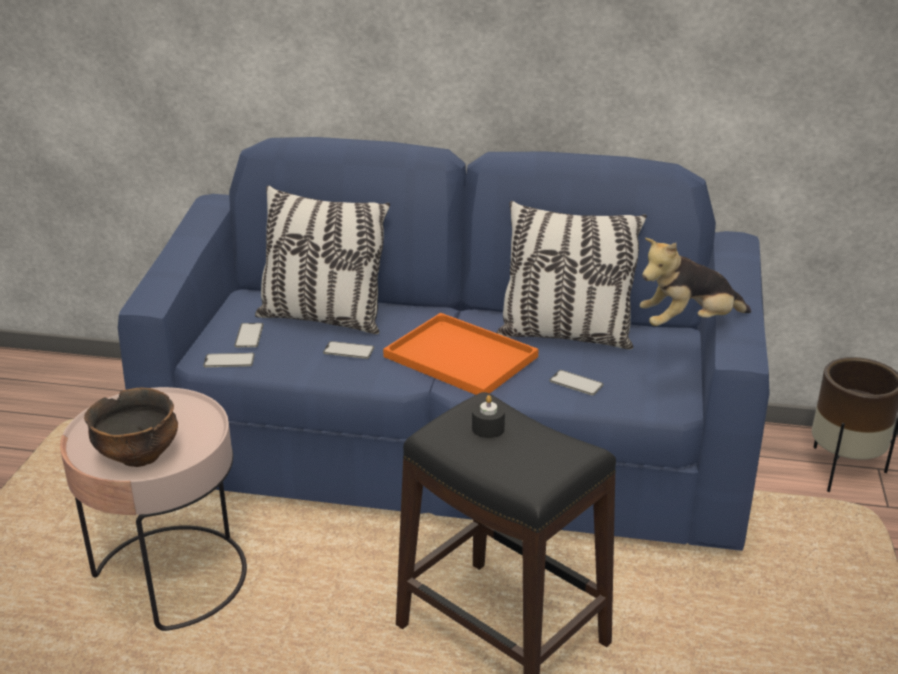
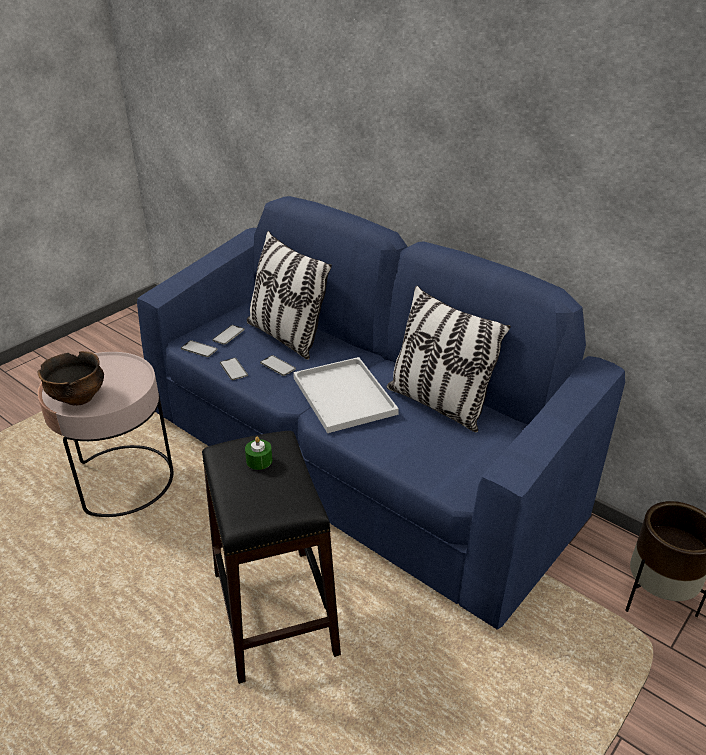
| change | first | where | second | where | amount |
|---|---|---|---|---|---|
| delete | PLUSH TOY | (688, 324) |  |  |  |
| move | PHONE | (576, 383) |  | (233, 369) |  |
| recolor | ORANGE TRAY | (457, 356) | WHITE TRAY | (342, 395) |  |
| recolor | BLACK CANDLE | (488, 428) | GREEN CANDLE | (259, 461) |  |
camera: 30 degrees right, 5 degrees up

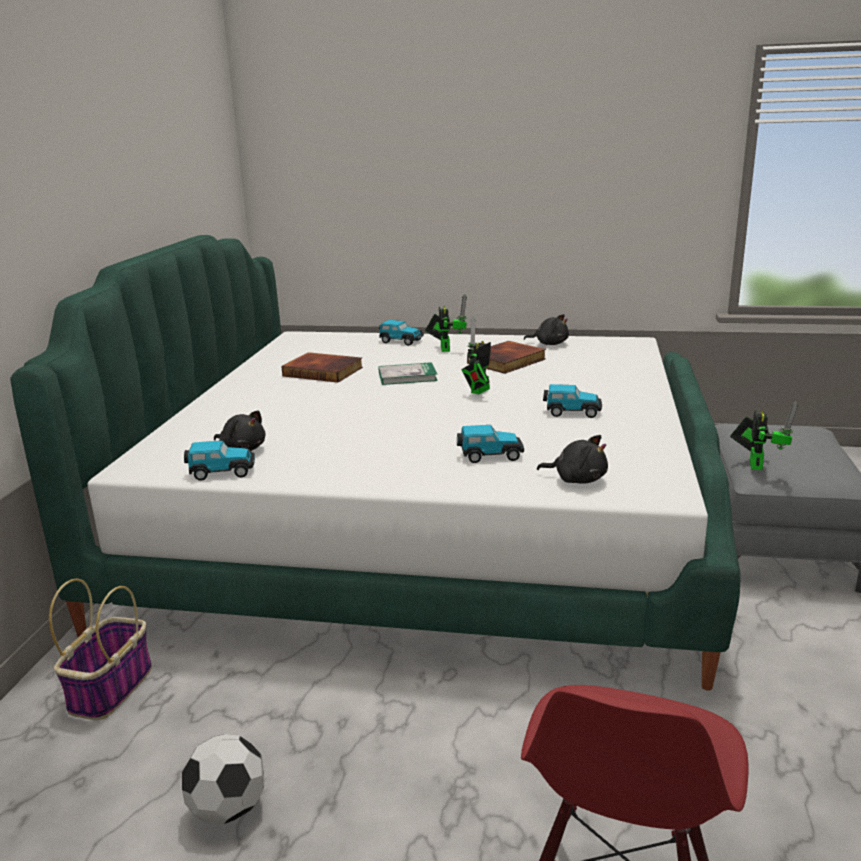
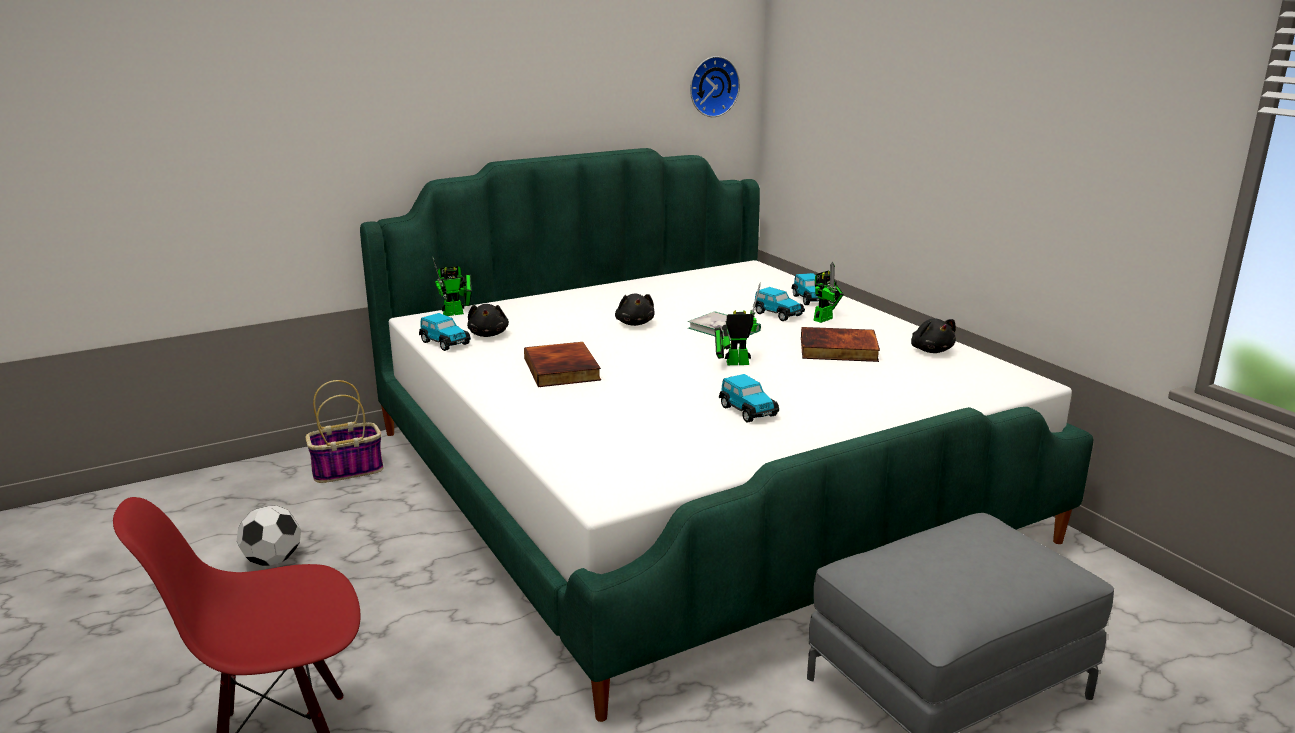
| change | first | where | second | where | amount |
|---|---|---|---|---|---|
| insert |  |  | WALL CLOCK | (712, 86) |  |
| move | BOOK | (324, 371) |  | (563, 369) |  |
| move | TOY CAR | (489, 455) |  | (777, 314) |  |
| move | BLACK PLUSH TOY | (577, 479) |  | (635, 323) |  |
| move | TOY ROBOT | (755, 463) |  | (456, 313) |  |
camera: 50 degrees right, 0 degrees up

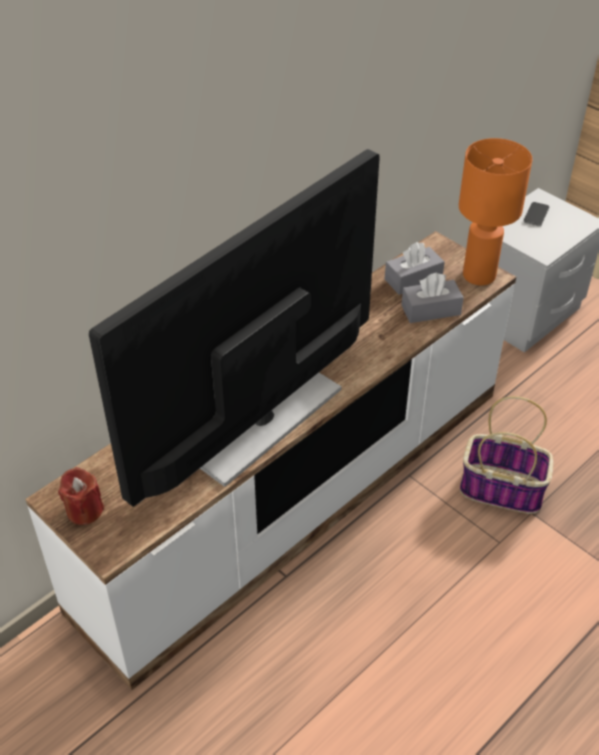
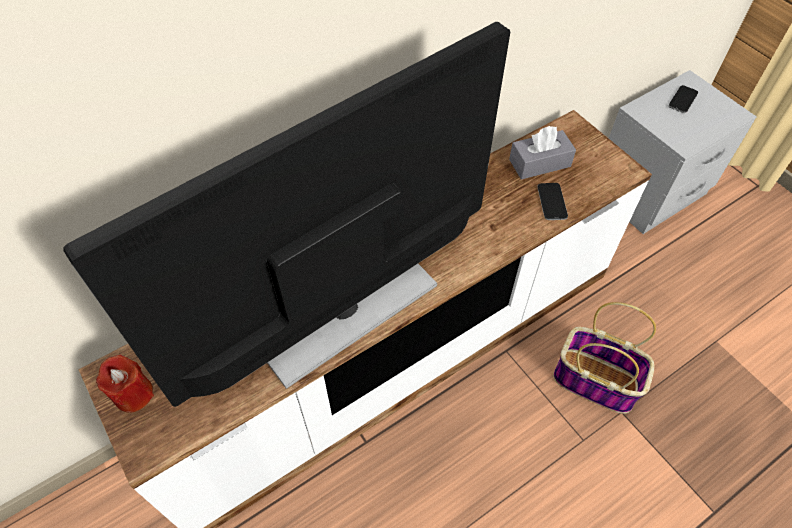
| change | first | where | second | where | amount |
|---|---|---|---|---|---|
| delete | ORANGE TABLE LAMP | (480, 275) |  |  |  |
| replace | GREY TISSUE BOX | (430, 310) | PHONE | (552, 202) |  |
camera: 10 degrees right, 10 degrees up

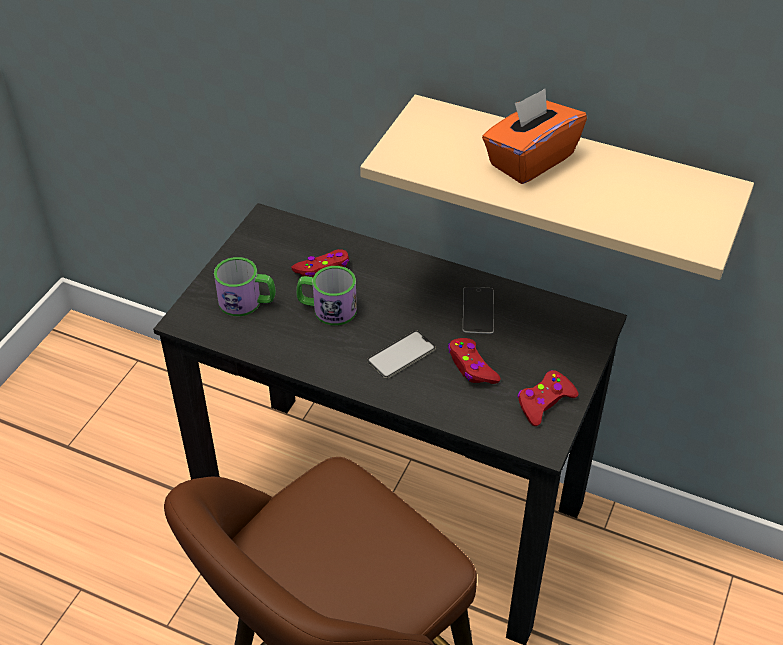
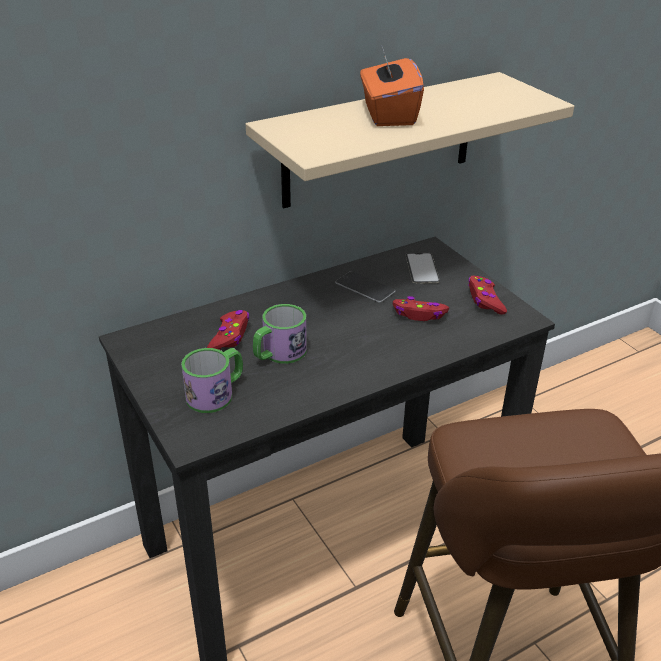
| change | first | where | second | where | amount |
|---|---|---|---|---|---|
| move | PHONE | (401, 355) |  | (422, 268) |  |
camera: 55 degrees left, 10 degrees down

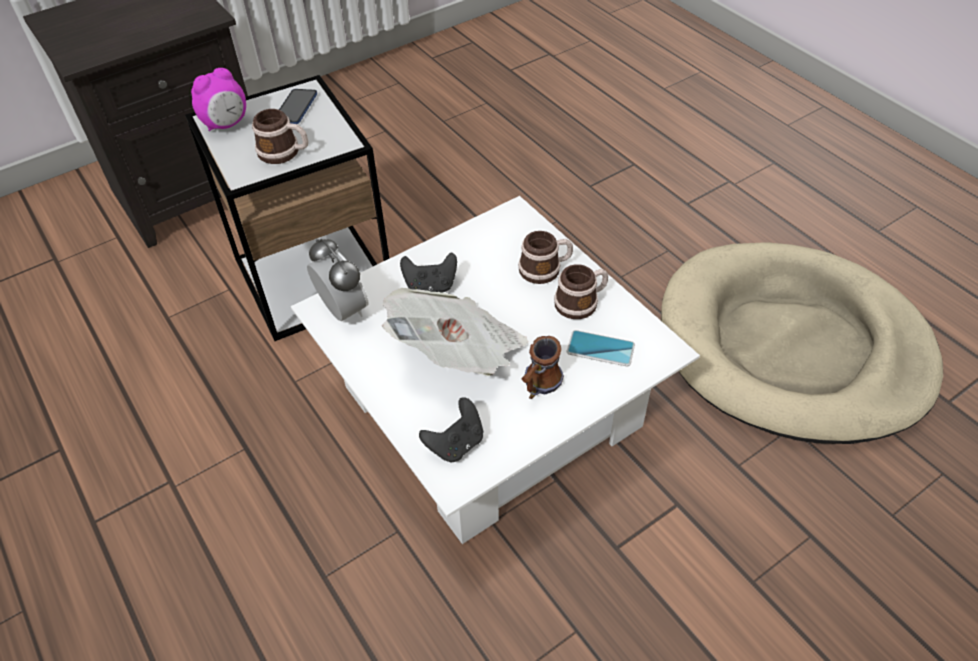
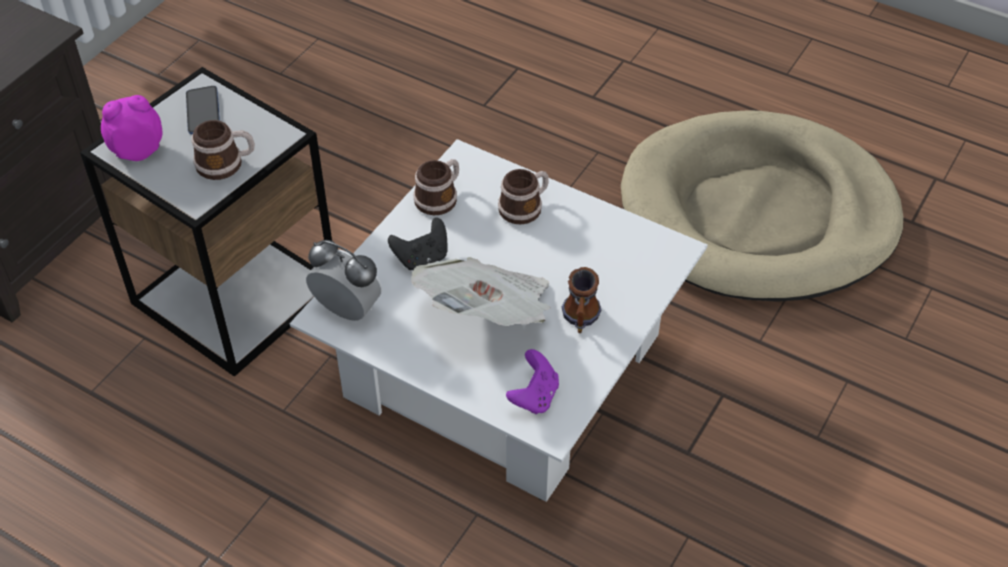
| change | first | where | second | where | amount |
|---|---|---|---|---|---|
| delete | PHONE | (600, 349) |  |  |  |
| move | MUG | (581, 302) |  | (440, 197) |  |
| recolor | BLACK GAME CONTROLLER | (456, 444) | PURPLE GAME CONTROLLER | (534, 396) |  |
| rotate | ALARM CLOCK | (226, 124) |  | (138, 150) | 135 degrees counterclockwise |
camera: 25 degrees left, 0 degrees up

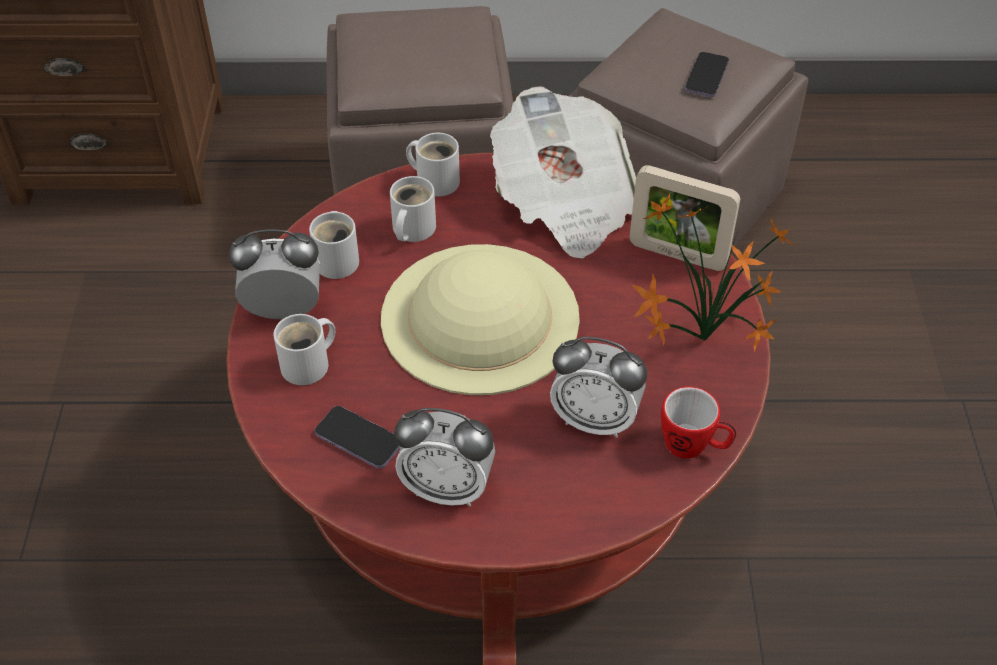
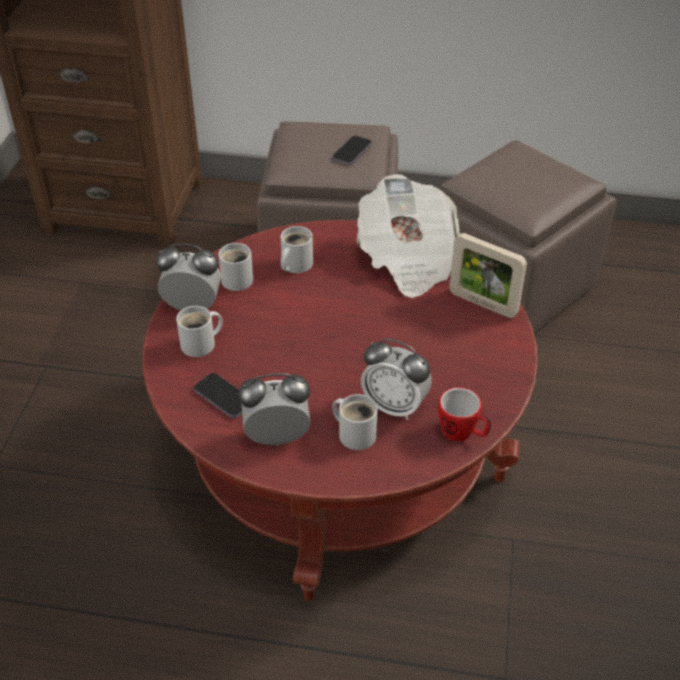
| change | first | where | second | where | amount |
|---|---|---|---|---|---|
| delete | BEIGE HAT | (480, 317) |  |  |  |
| delete | POTTED PLANT | (699, 341) |  |  |  |
| move | WHITE MUG | (435, 179) |  | (355, 433) |  |
| move | PHONE | (706, 76) |  | (352, 151) |  |
| rotate | ALARM CLOCK | (447, 488) |  | (277, 437) | 150 degrees clockwise |
camera: 10 degrees right, 5 degrees down

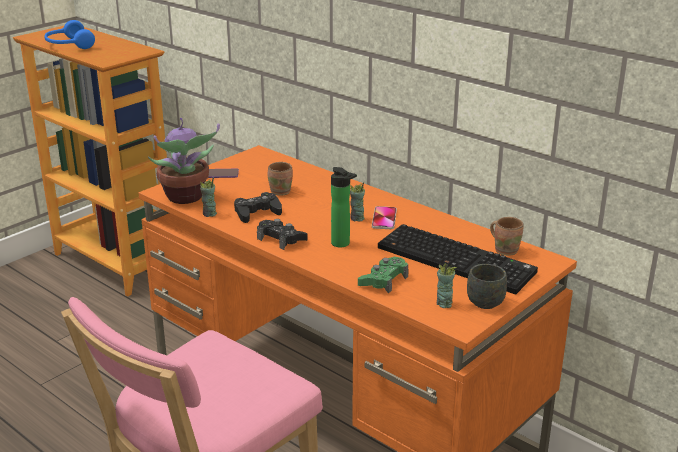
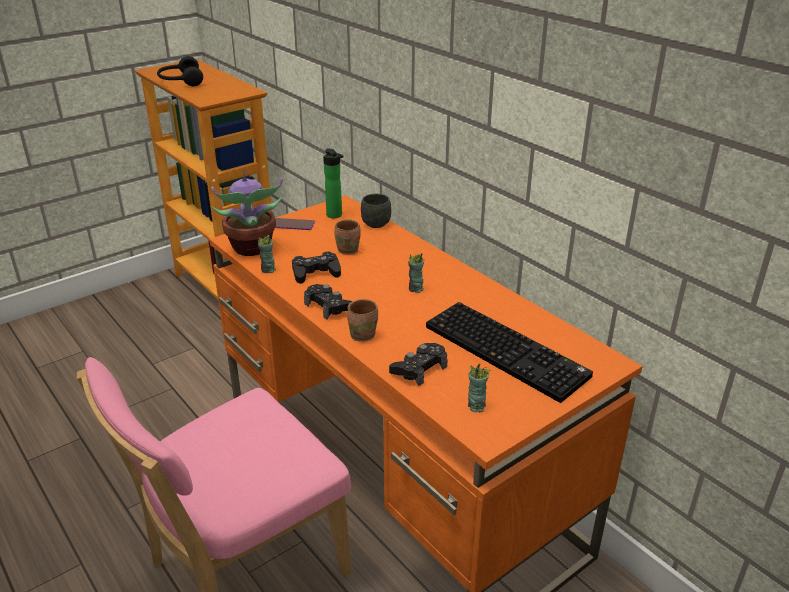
| change | first | where | second | where | amount |
|---|---|---|---|---|---|
| delete | PHONE | (384, 219) |  |  |  |
| move | BOTTLE | (342, 244) |  | (335, 216) |  |
| move | GREY MUG | (482, 300) |  | (375, 222) |  |
| move | BROWN MUG | (505, 250) |  | (362, 334) |  |
| recolor | BLUE HEADPHONES | (68, 45) | BLACK HEADPHONES | (180, 81) |  |
| recolor | GREEN GAME CONTROLLER | (383, 280) | BLACK GAME CONTROLLER | (419, 368) |  |
camera: 10 degrees right, 5 degrees up

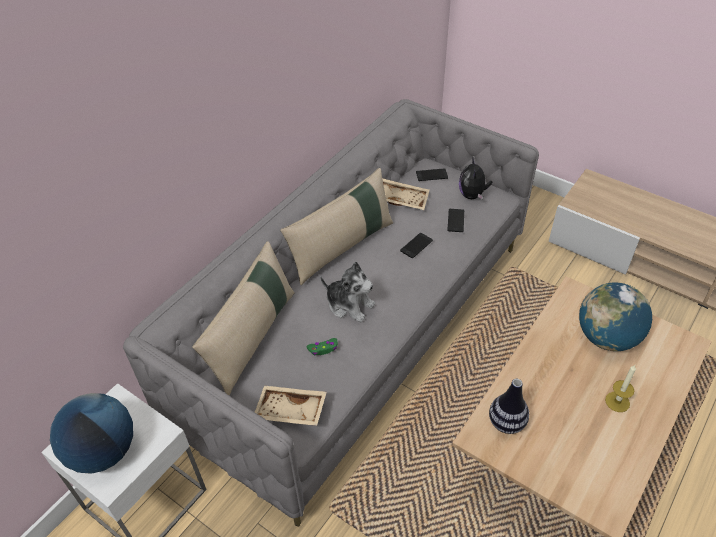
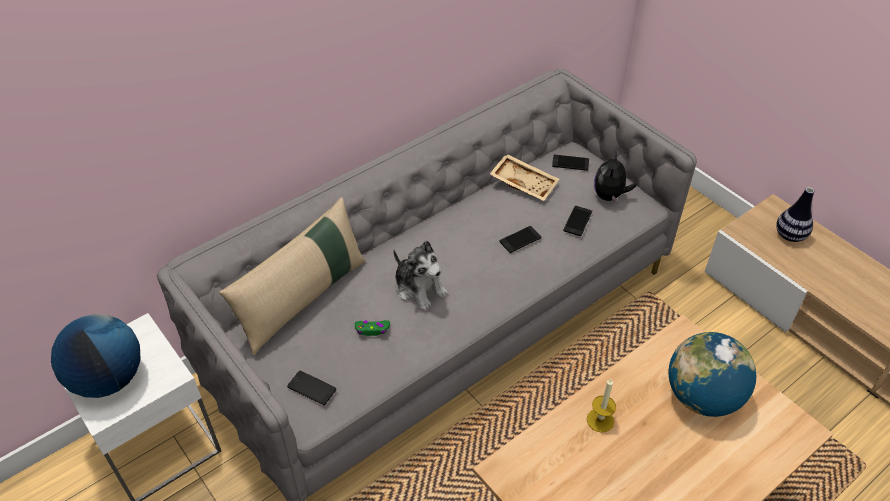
| change | first | where | second | where | amount |
|---|---|---|---|---|---|
| delete | BEIGE PILLOW | (342, 247) |  |  |  |
| move | VASE | (506, 422) |  | (790, 235) |  |
| move | CANDLE | (617, 401) |  | (600, 420) |  |
| replace | BEIGE TRAY | (290, 411) | PHONE | (311, 388) |  |
camera: 15 degrees right, 0 degrees up

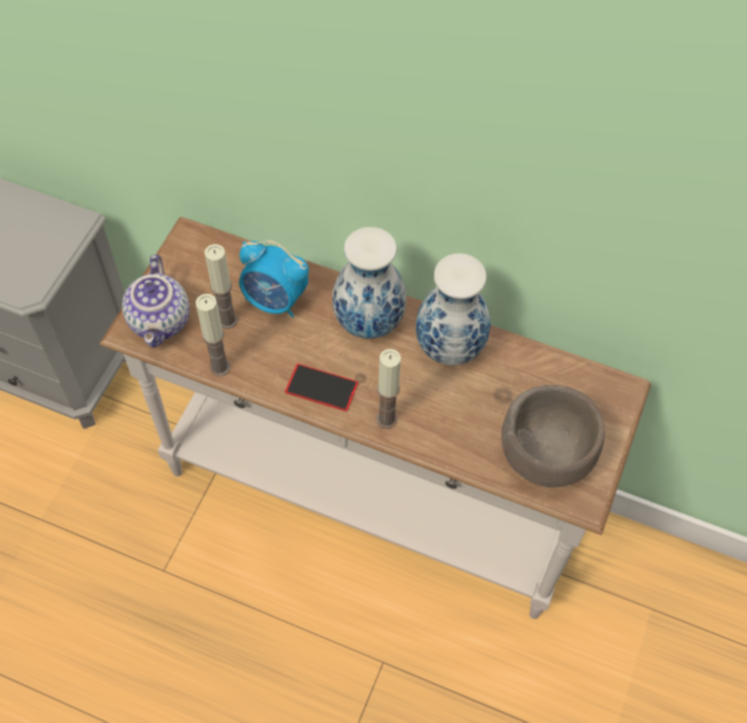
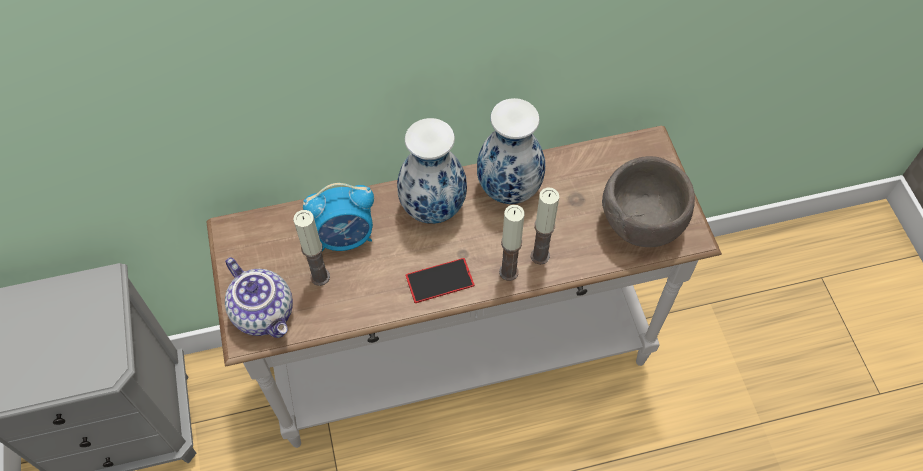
| change | first | where | second | where | amount |
|---|---|---|---|---|---|
| move | CANDLE | (220, 367) |  | (540, 255) |  |
camera: 35 degrees left, 0 degrees up

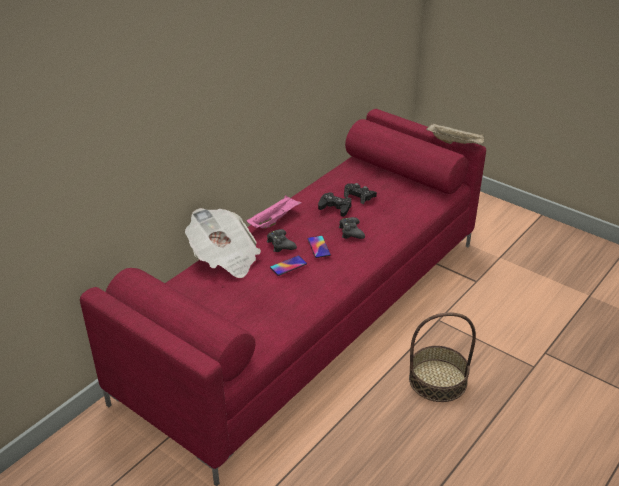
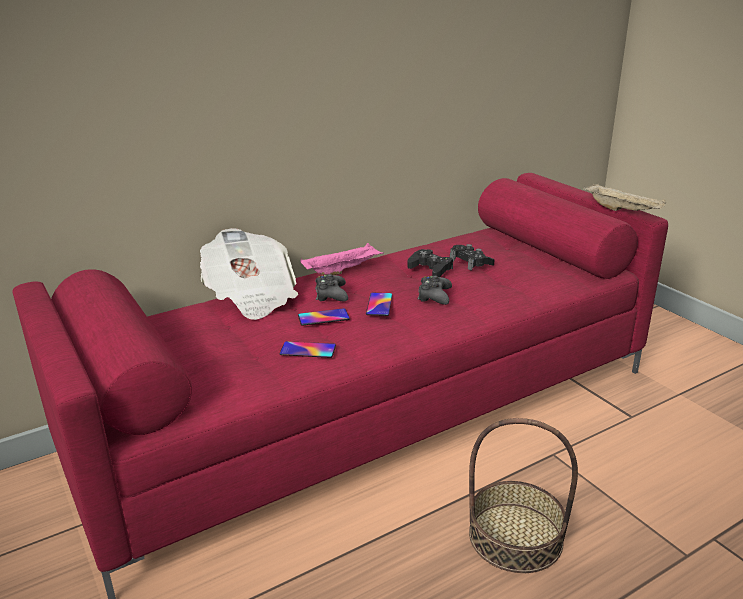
| change | first | where | second | where | amount |
|---|---|---|---|---|---|
| insert |  |  | PHONE | (308, 350) |  |
camera: 20 degrees right, 10 degrees down

